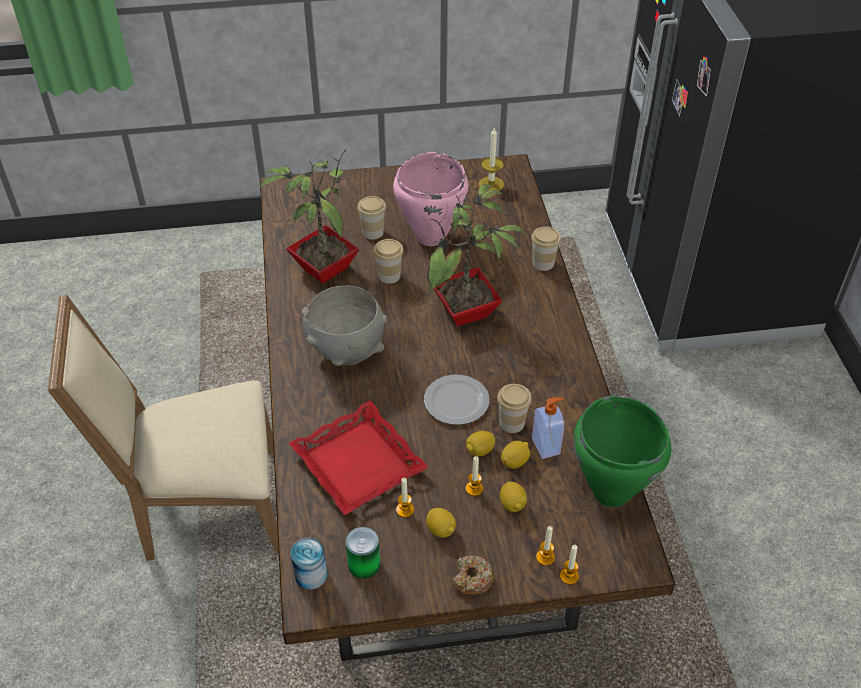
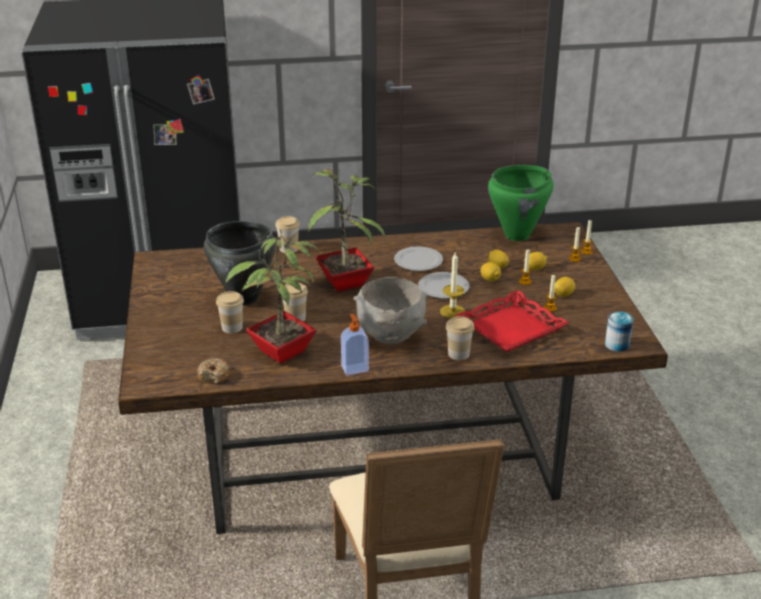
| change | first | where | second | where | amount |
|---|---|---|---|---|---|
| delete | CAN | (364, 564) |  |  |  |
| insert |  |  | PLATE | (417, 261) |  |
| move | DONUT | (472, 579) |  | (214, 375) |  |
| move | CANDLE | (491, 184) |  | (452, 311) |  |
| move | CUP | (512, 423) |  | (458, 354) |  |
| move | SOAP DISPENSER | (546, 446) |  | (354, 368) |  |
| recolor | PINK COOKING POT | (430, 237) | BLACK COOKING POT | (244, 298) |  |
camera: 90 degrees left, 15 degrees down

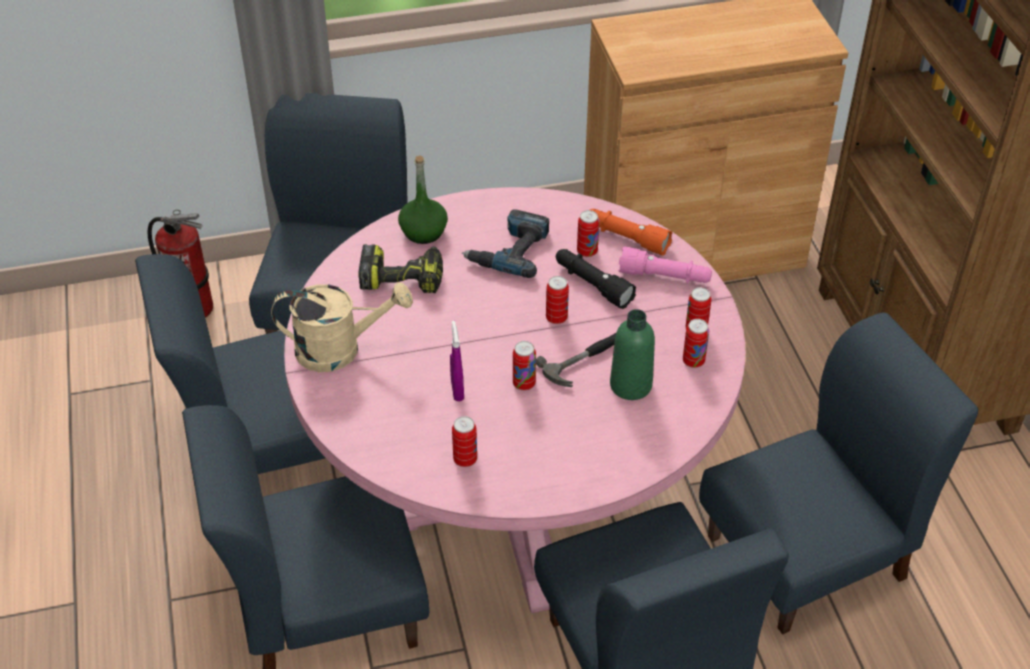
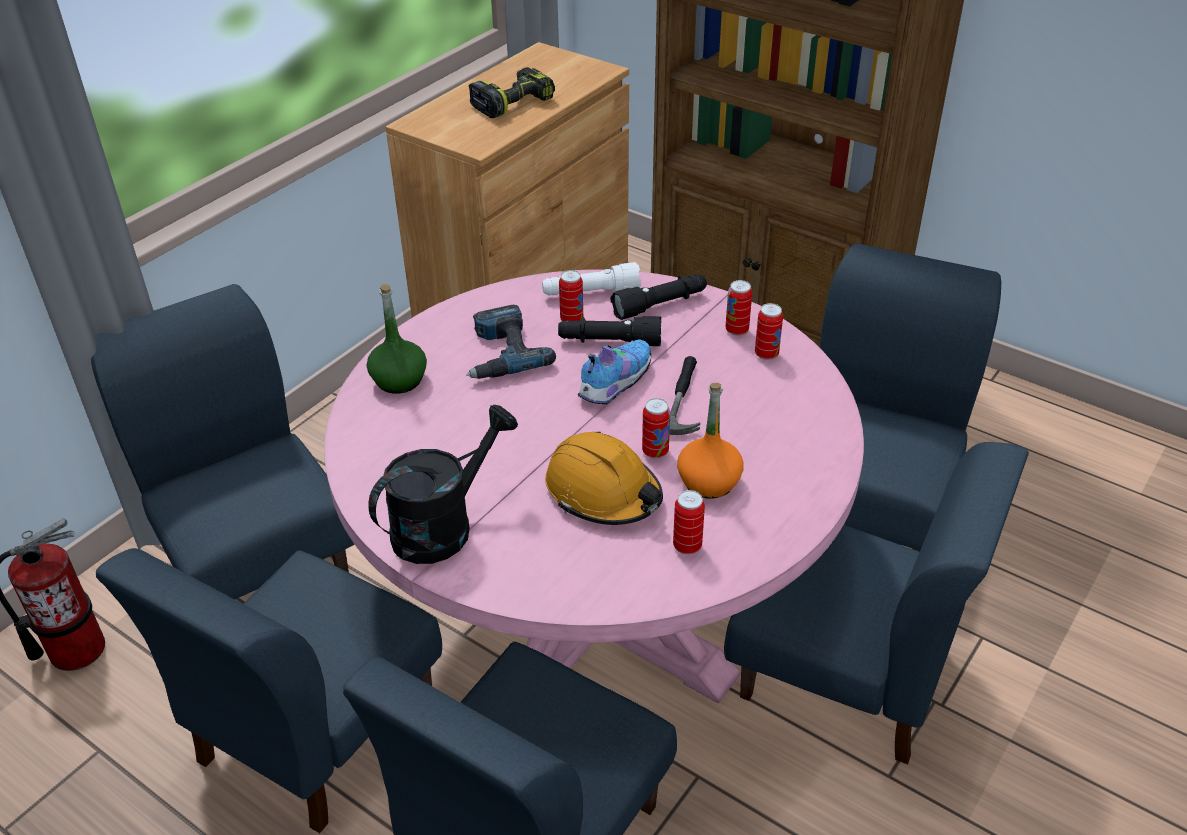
| change | first | where | second | where | amount |
|---|---|---|---|---|---|
| delete | GREEN BOTTLE | (631, 385) |  |  |  |
| insert |  |  | ORANGE BOTTLE | (708, 482) |  |
| move | POWER DRILL | (403, 277) |  | (512, 102) |  |
| replace | PURPLE SPRAY BOTTLE | (457, 390) | ORANGE HARD HAT | (603, 492) |  |
| replace | CAN | (556, 318) | SHOE | (613, 384) |  |
| recolor | BEIGE WATERING CAN | (340, 349) | BLACK WATERING CAN | (443, 525) |  |
| recolor | ORANGE FLASHLIGHT | (626, 238) | WHITE FLASHLIGHT | (591, 293) |  |
| recolor | PINK FLASHLIGHT | (664, 277) | BLACK FLASHLIGHT | (660, 305) |  |
camera: 40 degrees left, 5 degrees down

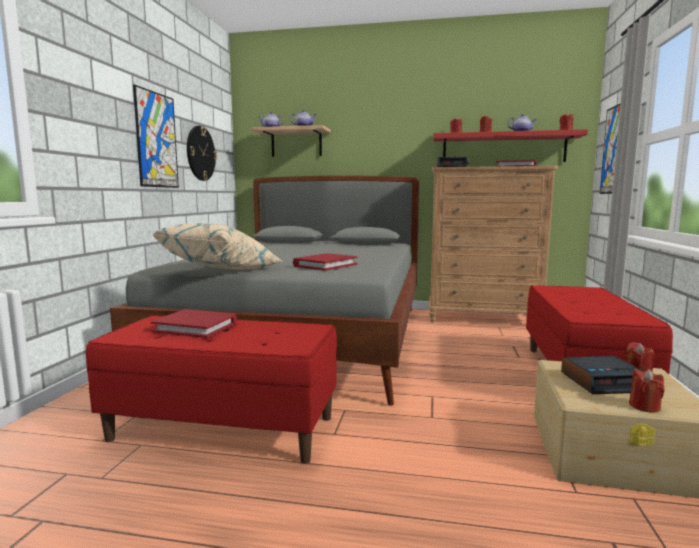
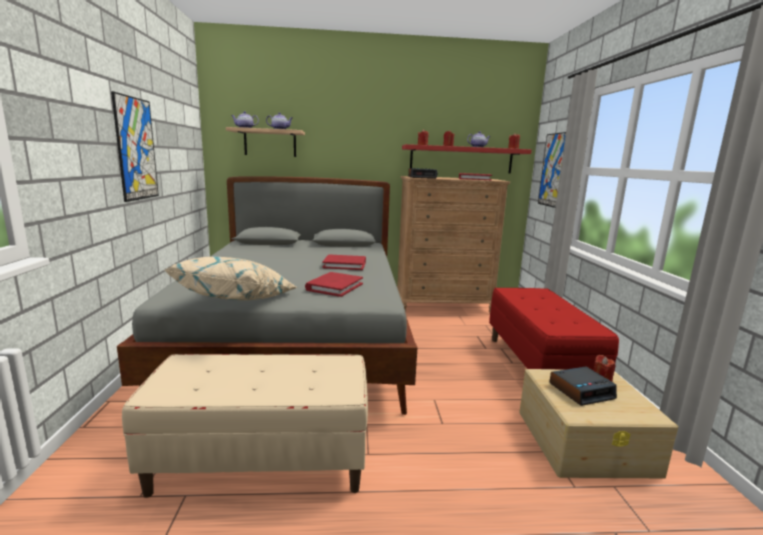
| change | first | where | second | where | amount |
|---|---|---|---|---|---|
| delete | WALL CLOCK | (200, 153) |  |  |  |
| delete | RED CANDLE | (644, 406) |  |  |  |
| move | RED BOOK | (196, 327) |  | (344, 265) |  |
| recolor | RED BENCH | (224, 428) | BEIGE BENCH | (262, 462) |  |
camera: 15 degrees left, 5 degrees up

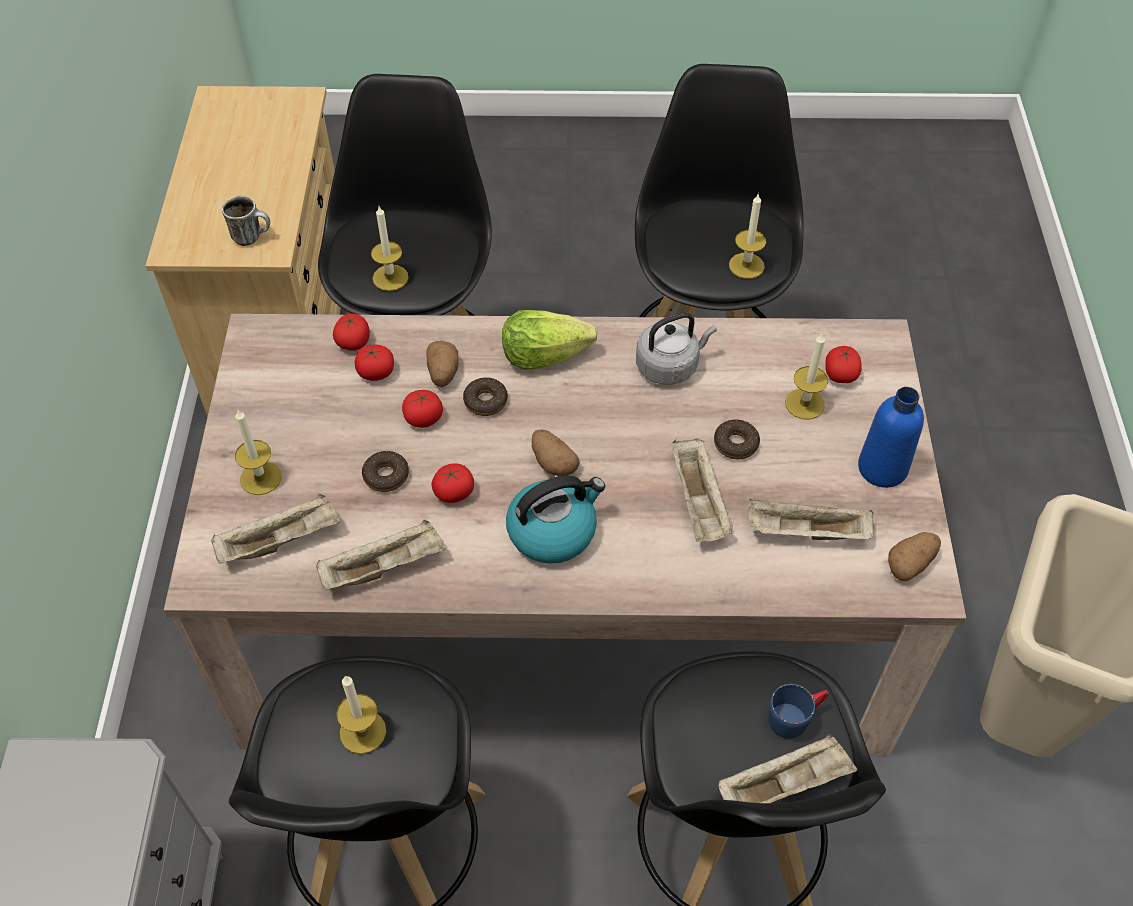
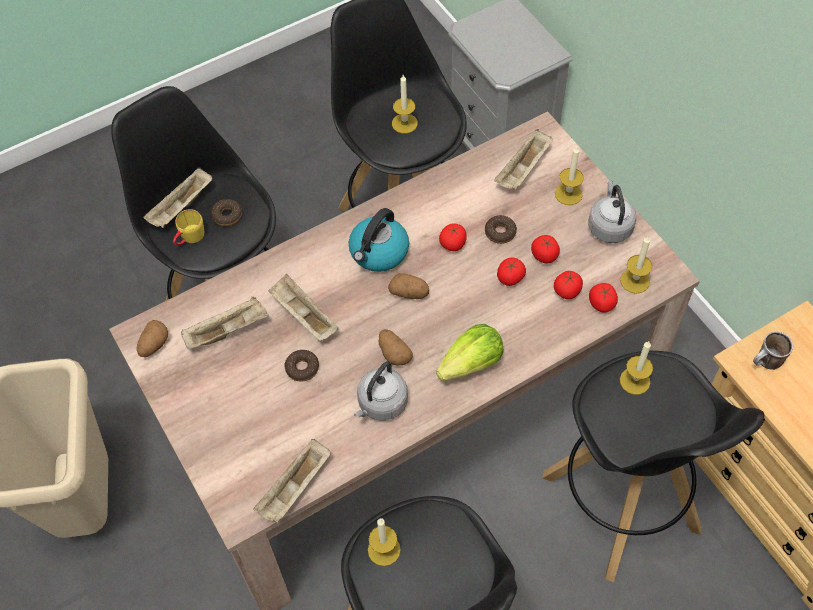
| change | first | where | second | where | amount |
|---|---|---|---|---|---|
| delete | BLUE BOTTLE | (882, 468) |  |  |  |
| insert |  |  | GREY KETTLE | (609, 226) |  |
| move | BEIGE TRAY | (384, 566) |  | (295, 488) |  |
| move | POTATO | (443, 373) |  | (394, 353) |  |
| move | DONUT | (485, 401) |  | (227, 215) |  |
| move | CANDLE | (804, 404) |  | (634, 281) |  |
| move | TOMATO | (840, 375) |  | (544, 255) |  |
| recolor | BLUE MUG | (795, 716) | YELLOW MUG | (189, 238) |  |
camera: 150 degrees right, 5 degrees up

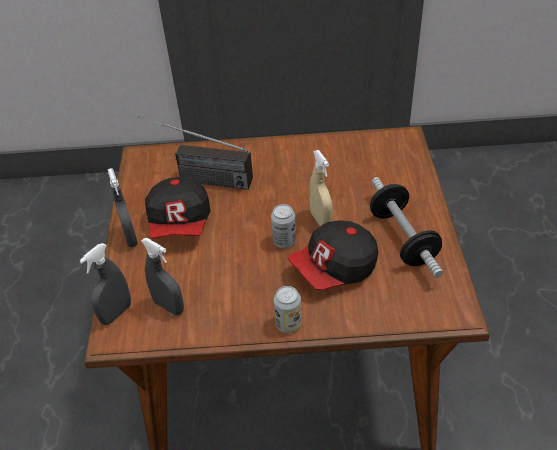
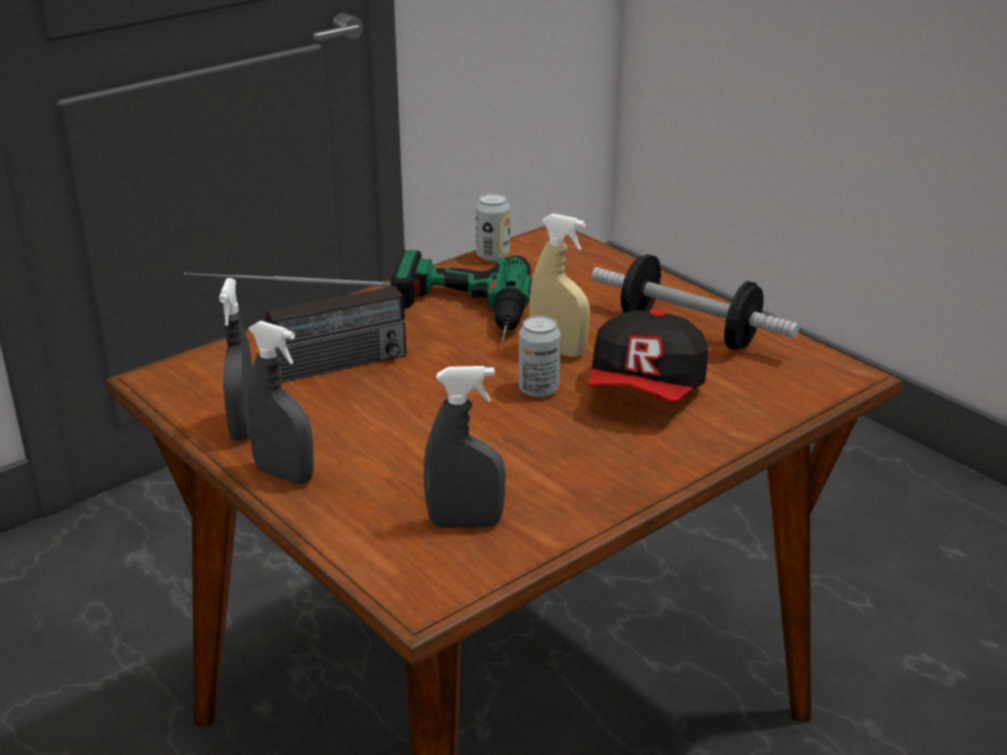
| change | first | where | second | where | amount |
|---|---|---|---|---|---|
| delete | CAP | (180, 223) |  |  |  |
| insert |  |  | POWER DRILL | (459, 314) |  |
| move | GREY SPRAY BOTTLE | (116, 313) |  | (244, 428) |  |
| move | CAN | (288, 324) |  | (493, 256) |  |
camera: 40 degrees left, 15 degrees down

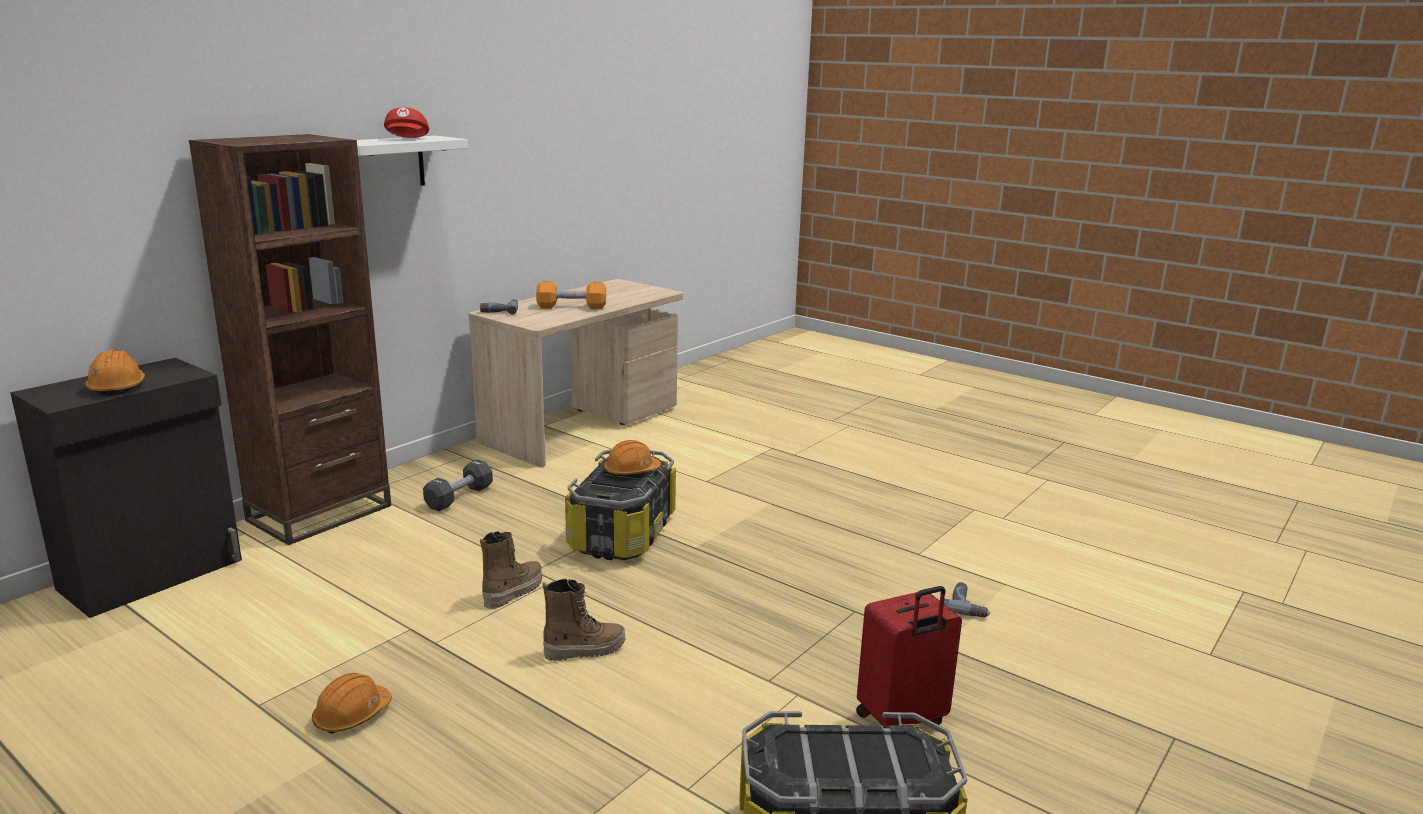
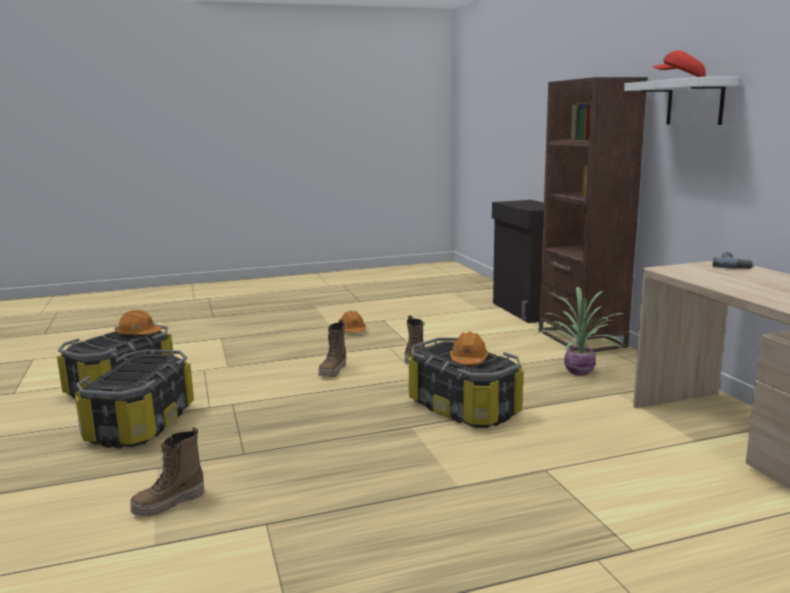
| change | first | where | second | where | amount |
|---|---|---|---|---|---|
| delete | ORANGE DUMBBELL | (571, 307) |  |  |  |
| move | ORANGE HARD HAT | (117, 387) |  | (139, 334) |  |
| replace | BLACK DUMBBELL | (459, 497) | POTTED PLANT | (580, 372) |  |
| replace | RED SUITCASE | (901, 720) | STORAGE BOX | (140, 424) |  |
| replace | POWER DRILL | (967, 605) | BOOT | (169, 504) |  |
camera: 125 degrees right, 5 degrees down

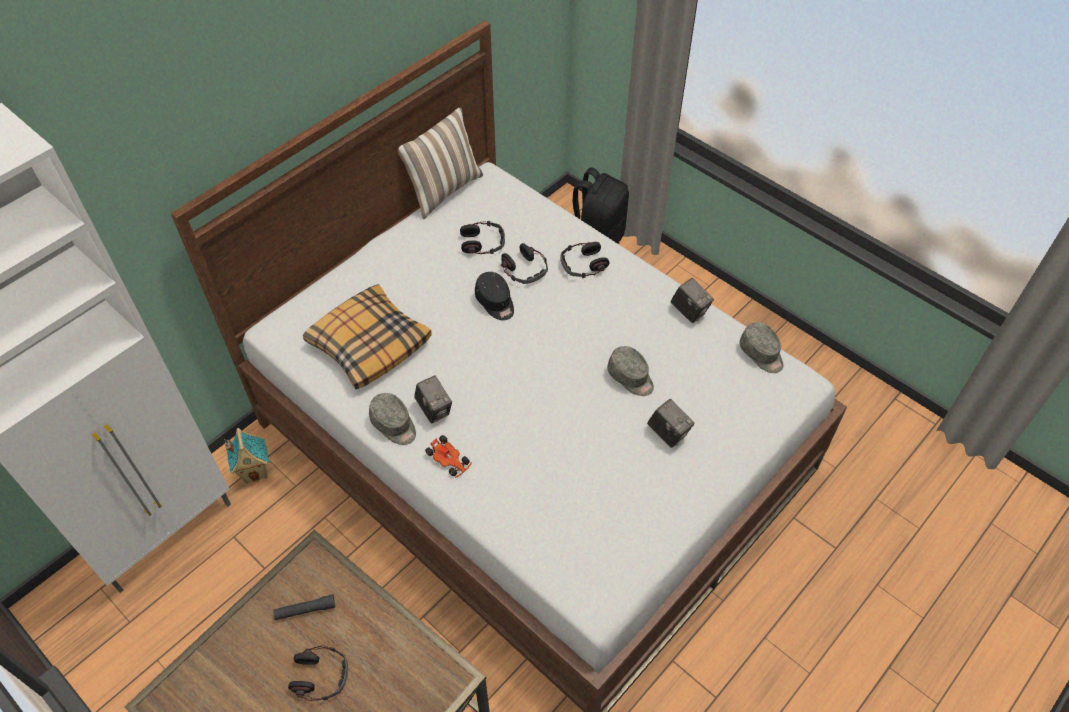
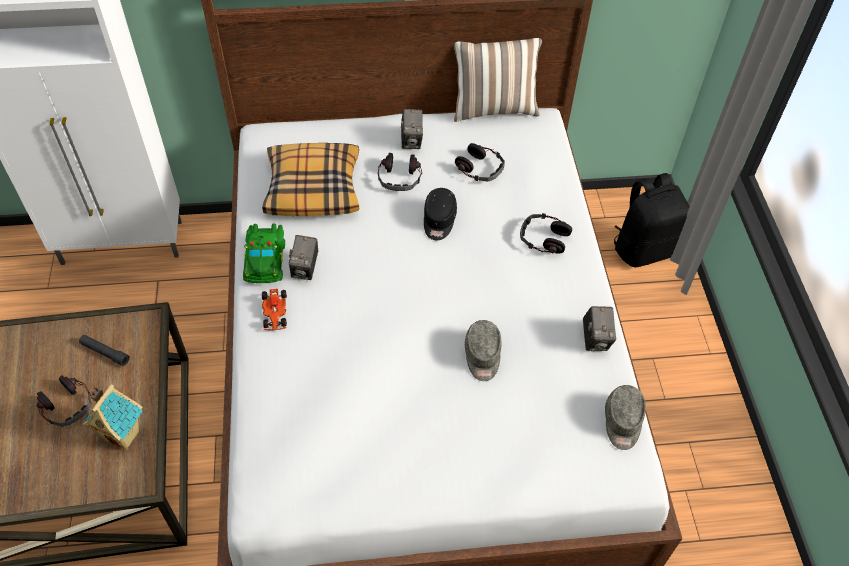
| change | first | where | second | where | amount |
|---|---|---|---|---|---|
| move | TOY HOUSE | (255, 471) |  | (124, 434) |  |
| move | HEADPHONES | (525, 269) |  | (400, 177) |  |
| move | PHOTO CAMERA | (668, 433) |  | (411, 141) |  |
| replace | GREY CAP | (394, 425) | GREEN TOY CAR | (266, 259) |  |
camera: 40 degrees right, 0 degrees up

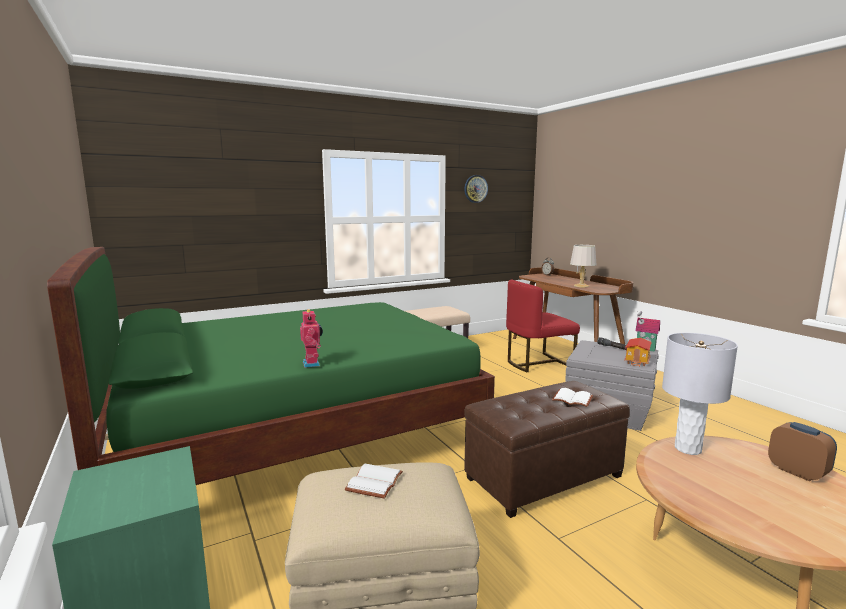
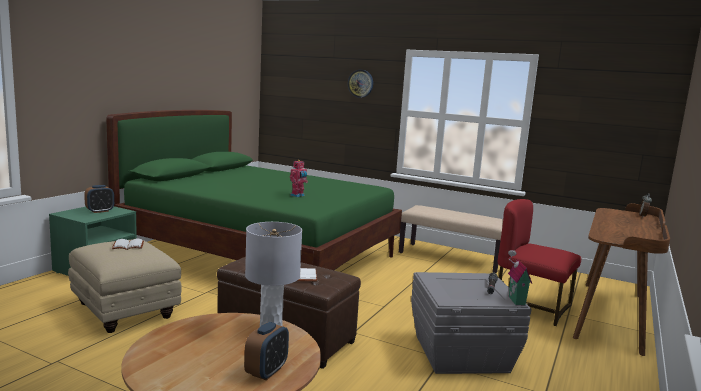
| change | first | where | second | where | amount |
|---|---|---|---|---|---|
| delete | GREY TABLE LAMP | (581, 286) |  |  |  |
| delete | TOY HOUSE | (637, 361) |  |  |  |
| insert |  |  | ALARM CLOCK | (100, 211) |  |
| move | TOY ROBOT | (313, 364) |  | (298, 195) |  |
| move | WALL CLOCK | (475, 188) |  | (360, 83) |  |
camera: 55 degrees right, 0 degrees up

